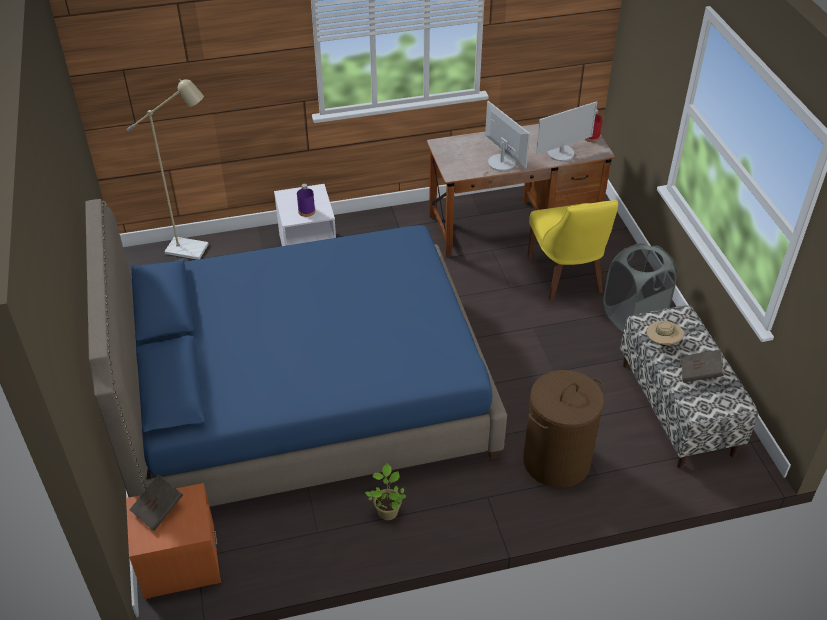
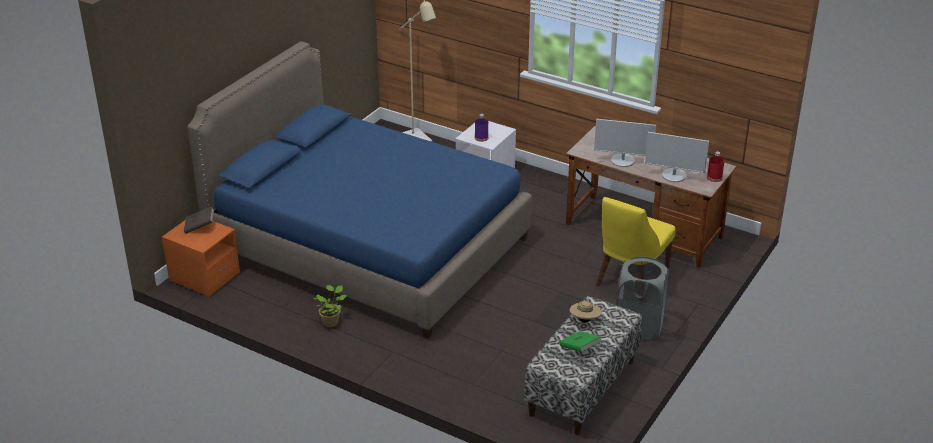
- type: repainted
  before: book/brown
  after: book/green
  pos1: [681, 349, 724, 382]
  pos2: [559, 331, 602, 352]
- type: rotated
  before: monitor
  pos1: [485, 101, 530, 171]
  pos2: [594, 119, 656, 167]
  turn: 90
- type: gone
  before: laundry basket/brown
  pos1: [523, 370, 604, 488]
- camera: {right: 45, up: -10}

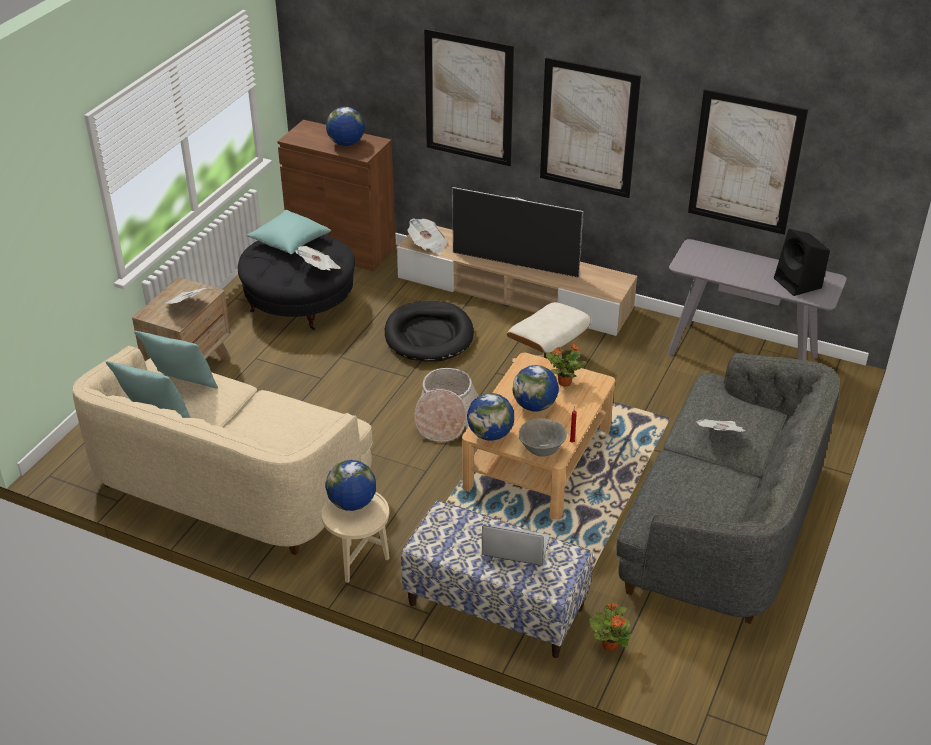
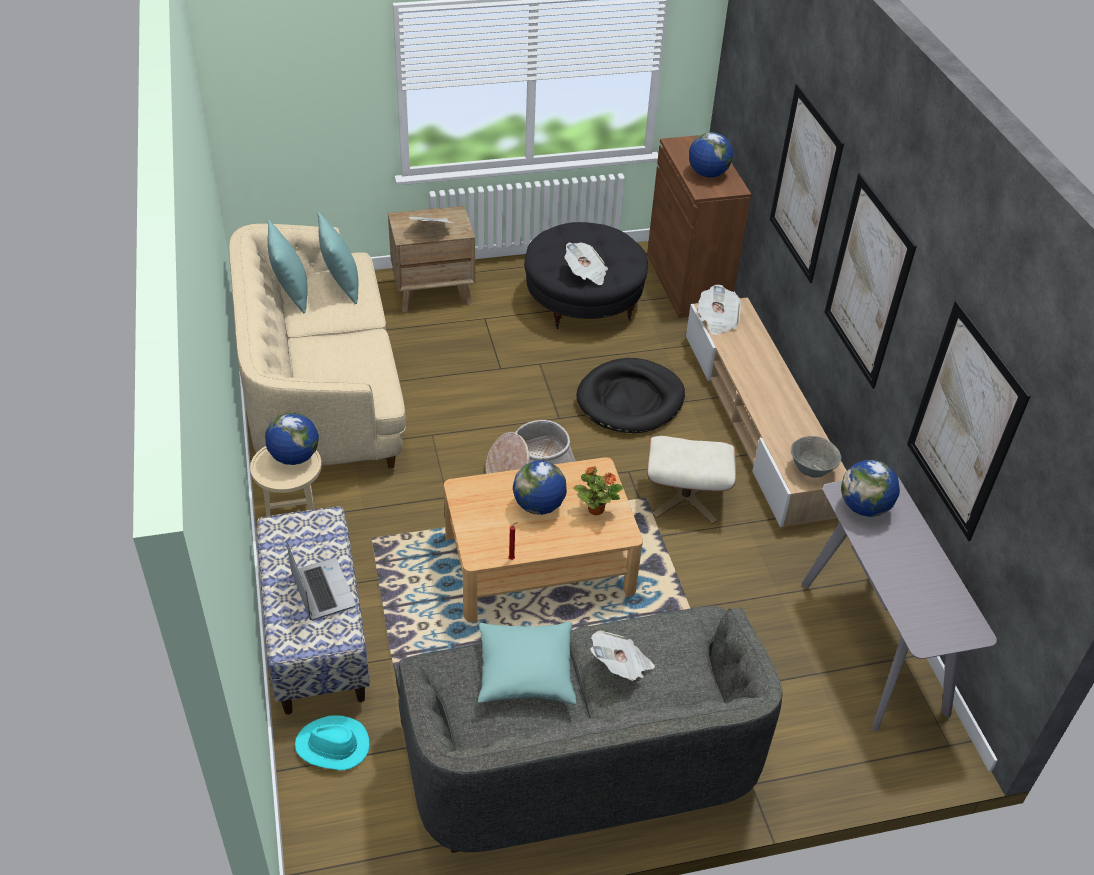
- type: swapped
  before: potted plant
  after: hat/turquoise
  pos1: [589, 603, 632, 651]
  pos2: [295, 715, 370, 770]
- type: shifted
  before: pillow/turquoise
  pos1: [246, 210, 331, 254]
  pos2: [478, 622, 577, 705]
- type: shifted
  before: bowl/grey
  pos1: [519, 418, 567, 457]
  pos2: [791, 436, 841, 478]
- type: shifted
  before: globe
  pos1: [467, 393, 514, 441]
  pos2: [841, 460, 900, 517]
- type: gone
  before: television
  pos1: [452, 187, 583, 277]
- type: gone
  before: speaker/black
  pos1: [774, 229, 830, 296]
- camera: {right: 50, up: 5}

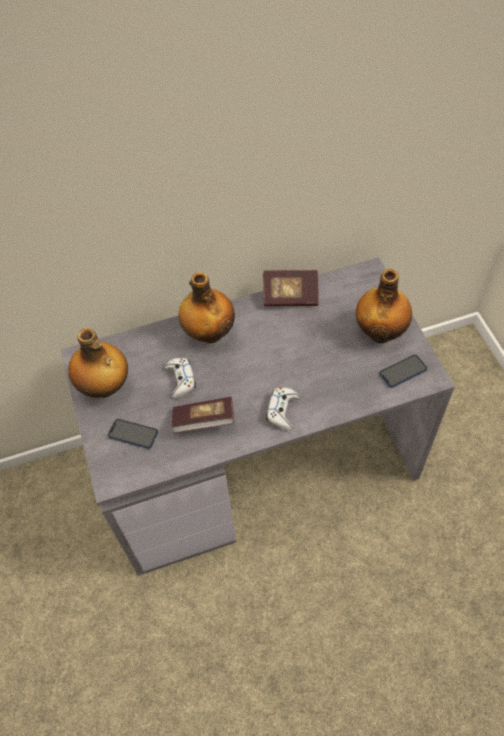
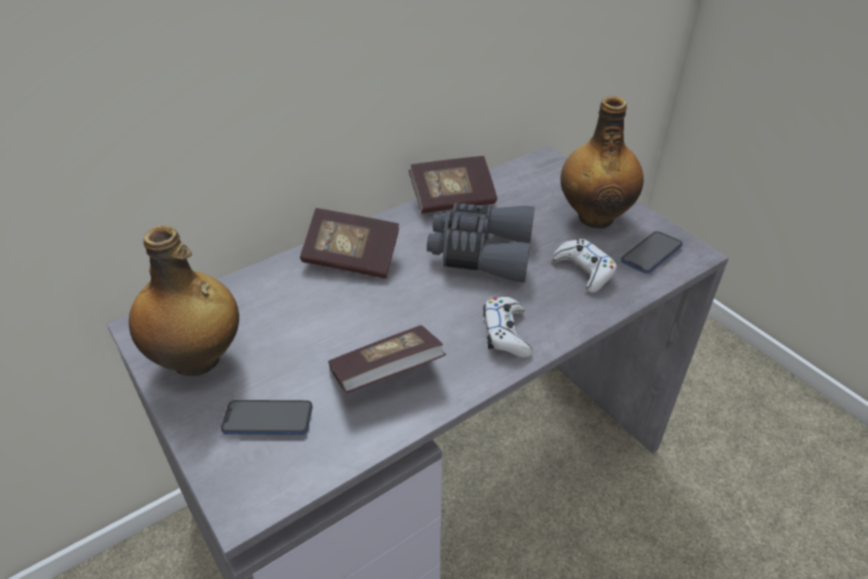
- type: swapped
  before: bottle
  after: book
  pos1: [179, 272, 235, 343]
  pos2: [300, 208, 399, 278]
- type: new
  after: binoculars/grey
  pos2: [427, 203, 535, 283]
- type: shifted
  before: game controller/white
  pos1: [165, 358, 196, 399]
  pos2: [552, 239, 617, 293]
- camera: {right: -20, up: -15}

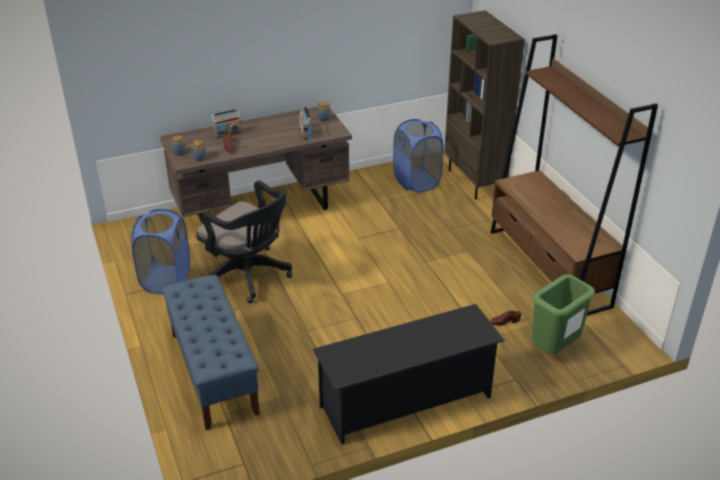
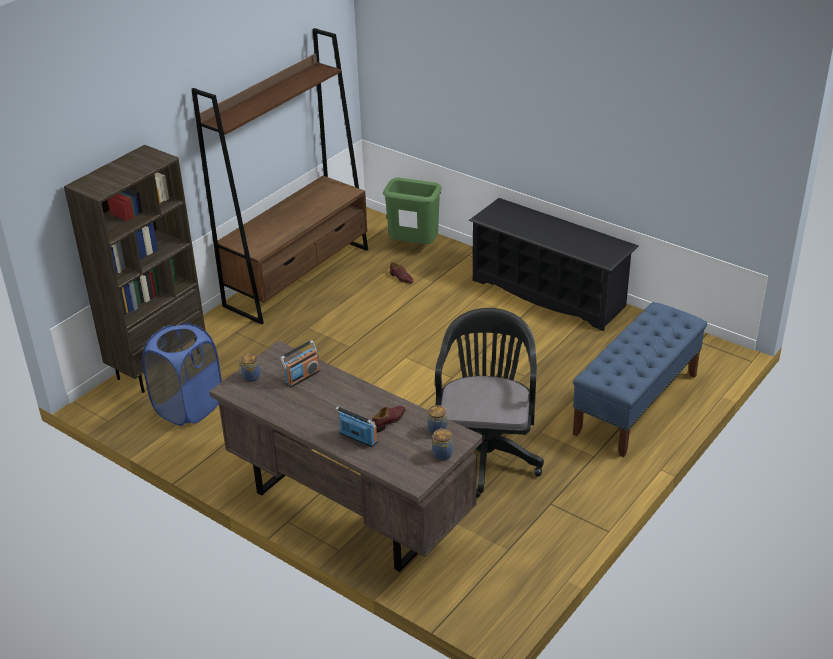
- type: gone
  before: laundry basket/blue
  pos1: [132, 209, 190, 294]
- camera: {right: -120, up: 0}

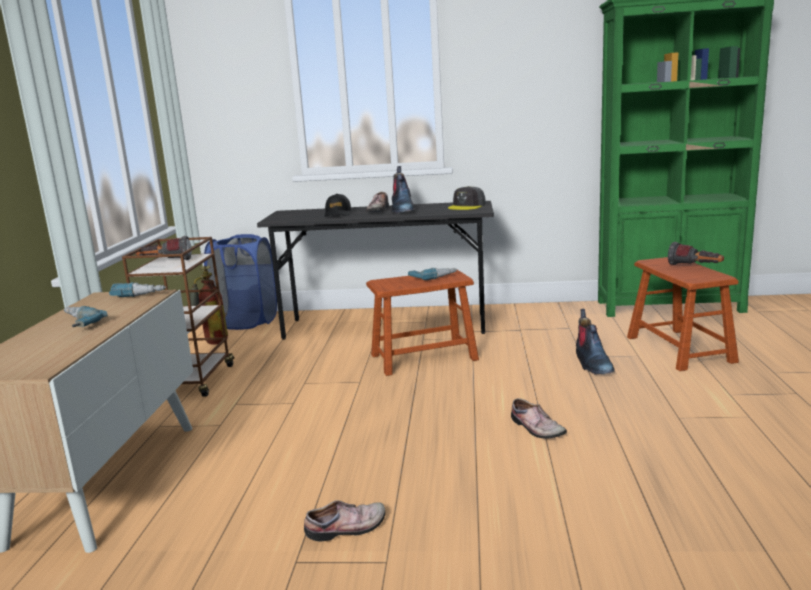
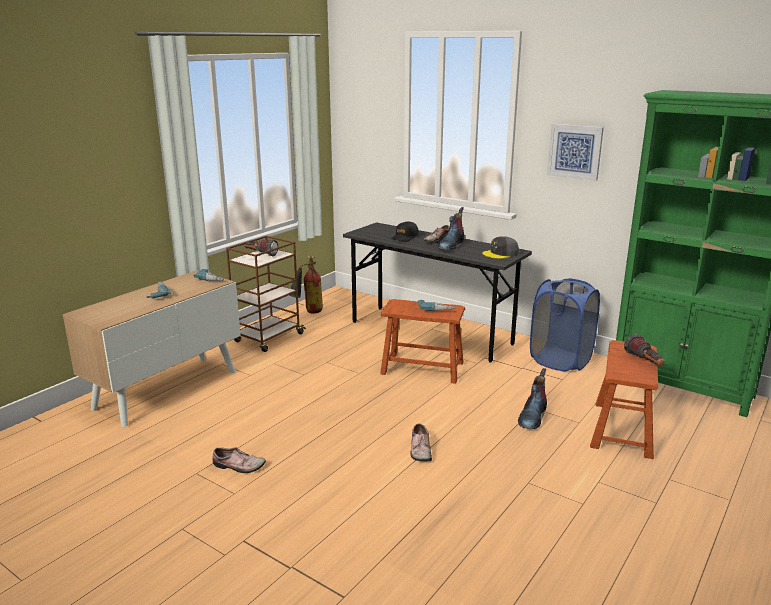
- type: shifted
  before: laundry basket/blue
  pos1: [204, 234, 277, 330]
  pos2: [530, 278, 600, 371]
- type: new
  after: picture
  pos2: [547, 124, 604, 181]
- camera: {right: 30, up: 5}

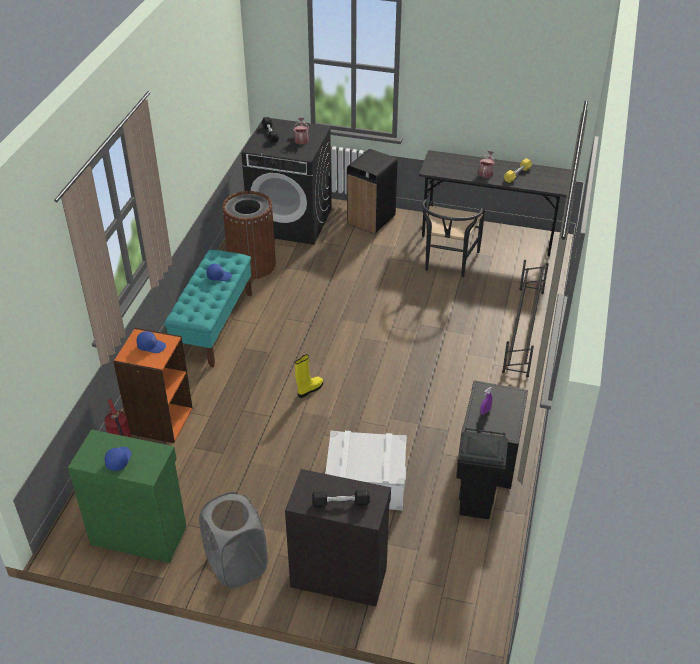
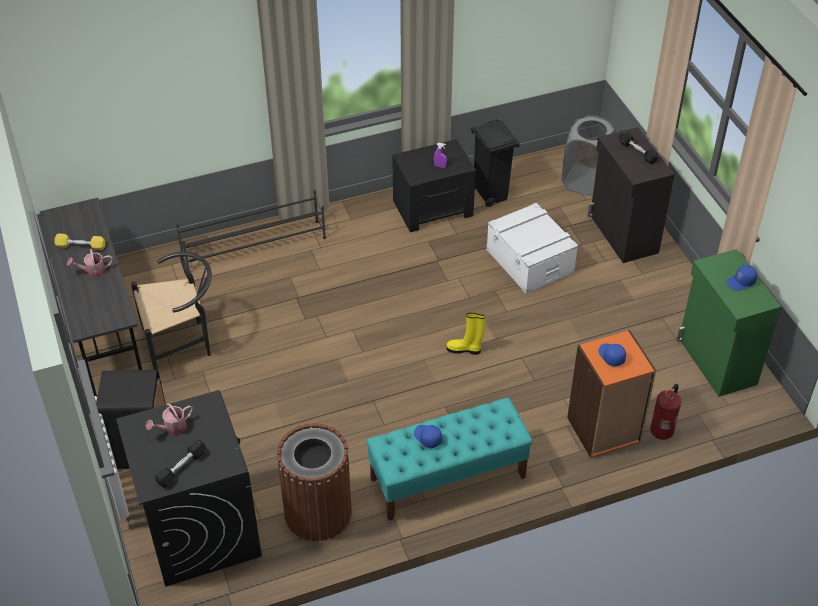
- type: shifted
  before: laundry basket/grey
  pos1: [199, 492, 268, 589]
  pos2: [562, 115, 616, 196]
- camera: {right: -125, up: 5}

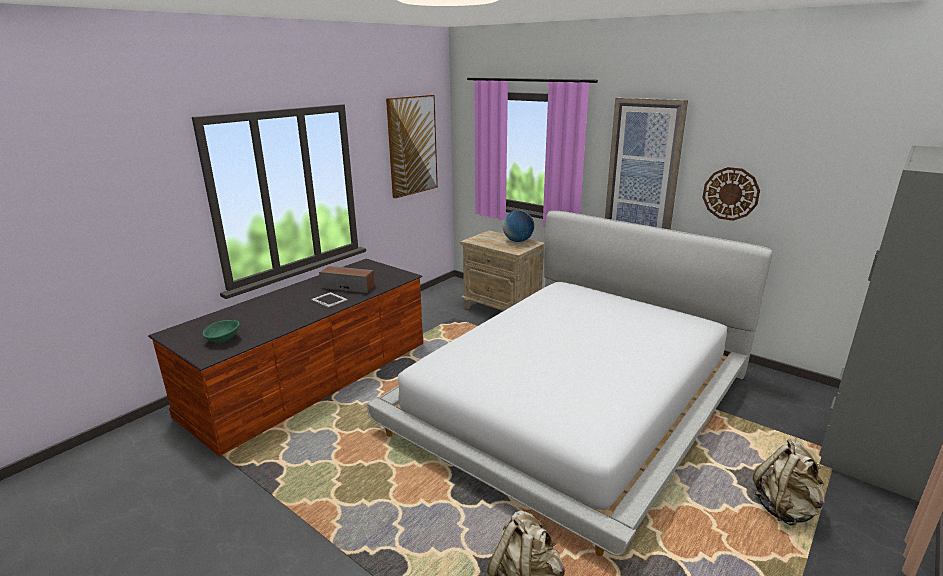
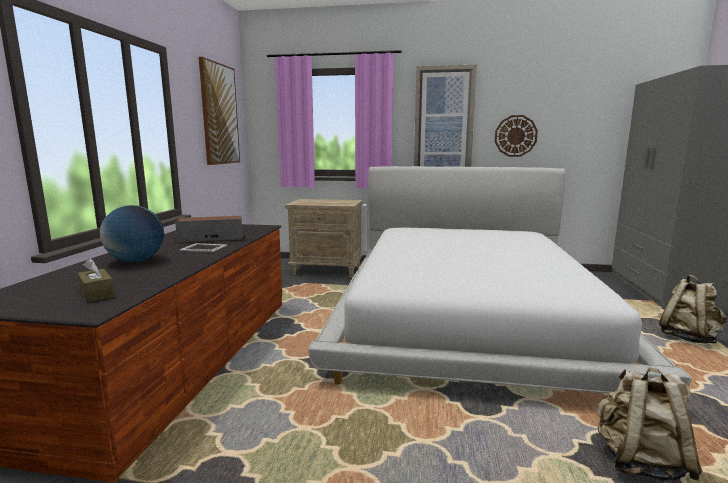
- type: swapped
  before: bowl/green
  after: tissue box/brown
  pos1: [203, 320, 240, 343]
  pos2: [78, 258, 115, 302]
- type: shifted
  before: globe
  pos1: [503, 210, 534, 242]
  pos2: [100, 205, 164, 262]
- camera: {right: -30, up: -10}

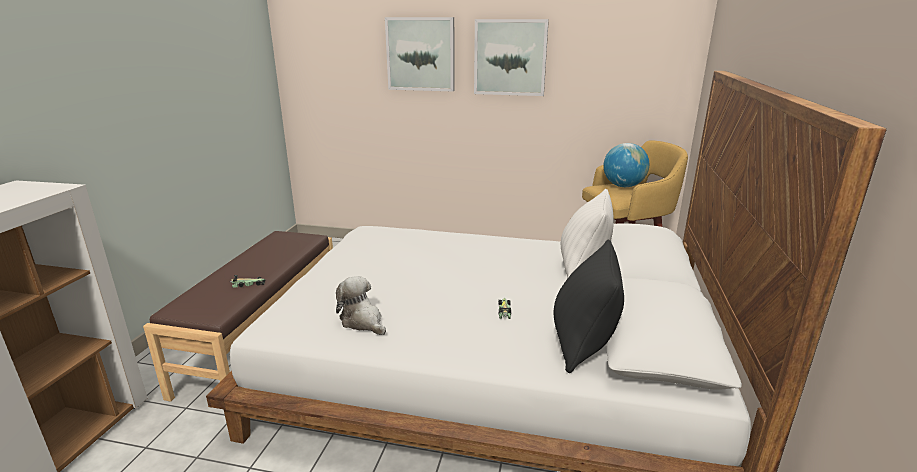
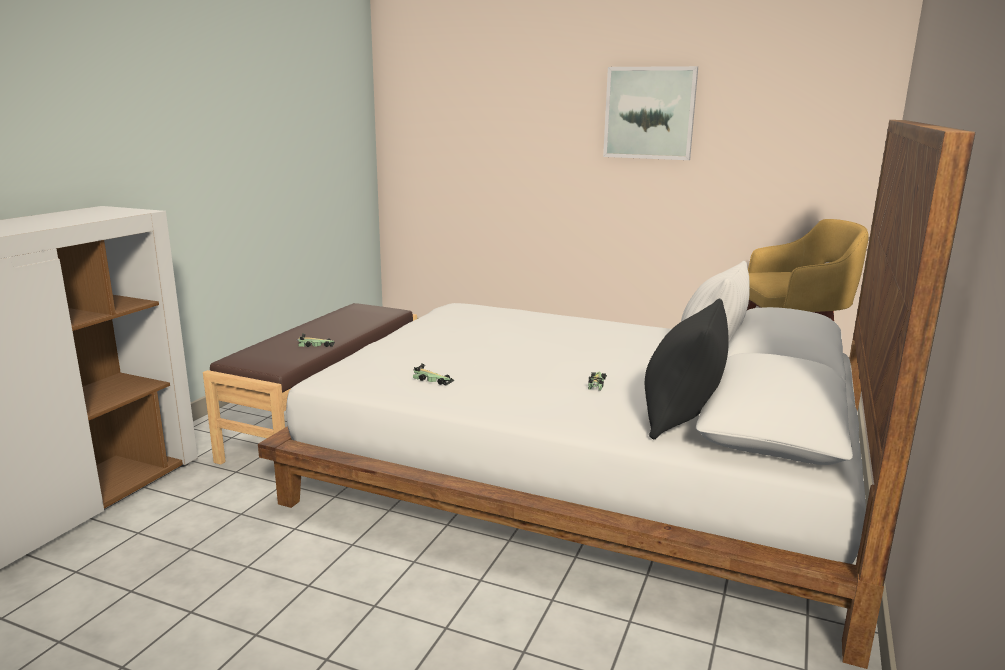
- type: swapped
  before: plush toy
  after: toy car
  pos1: [336, 276, 386, 335]
  pos2: [413, 363, 455, 386]
- type: gone
  before: picture
  pos1: [385, 17, 455, 91]
- type: gone
  before: globe
  pos1: [603, 143, 649, 187]
- camera: {right: 10, up: -5}

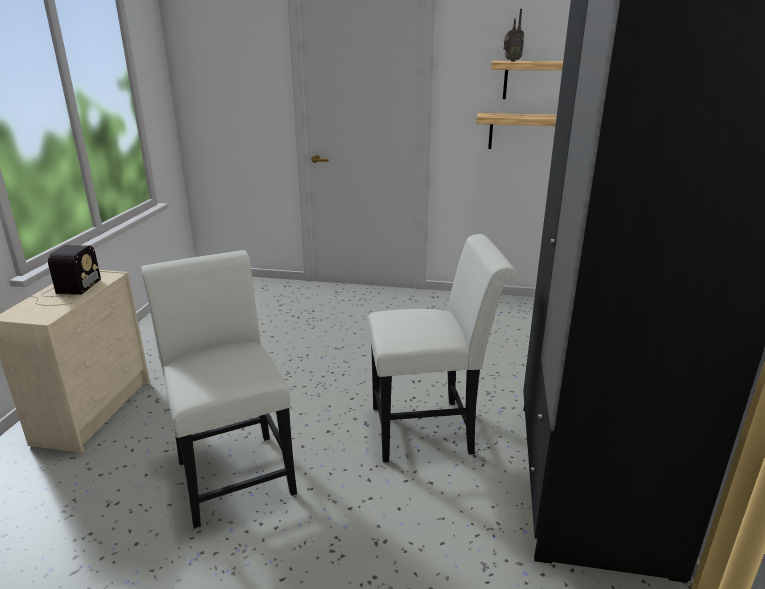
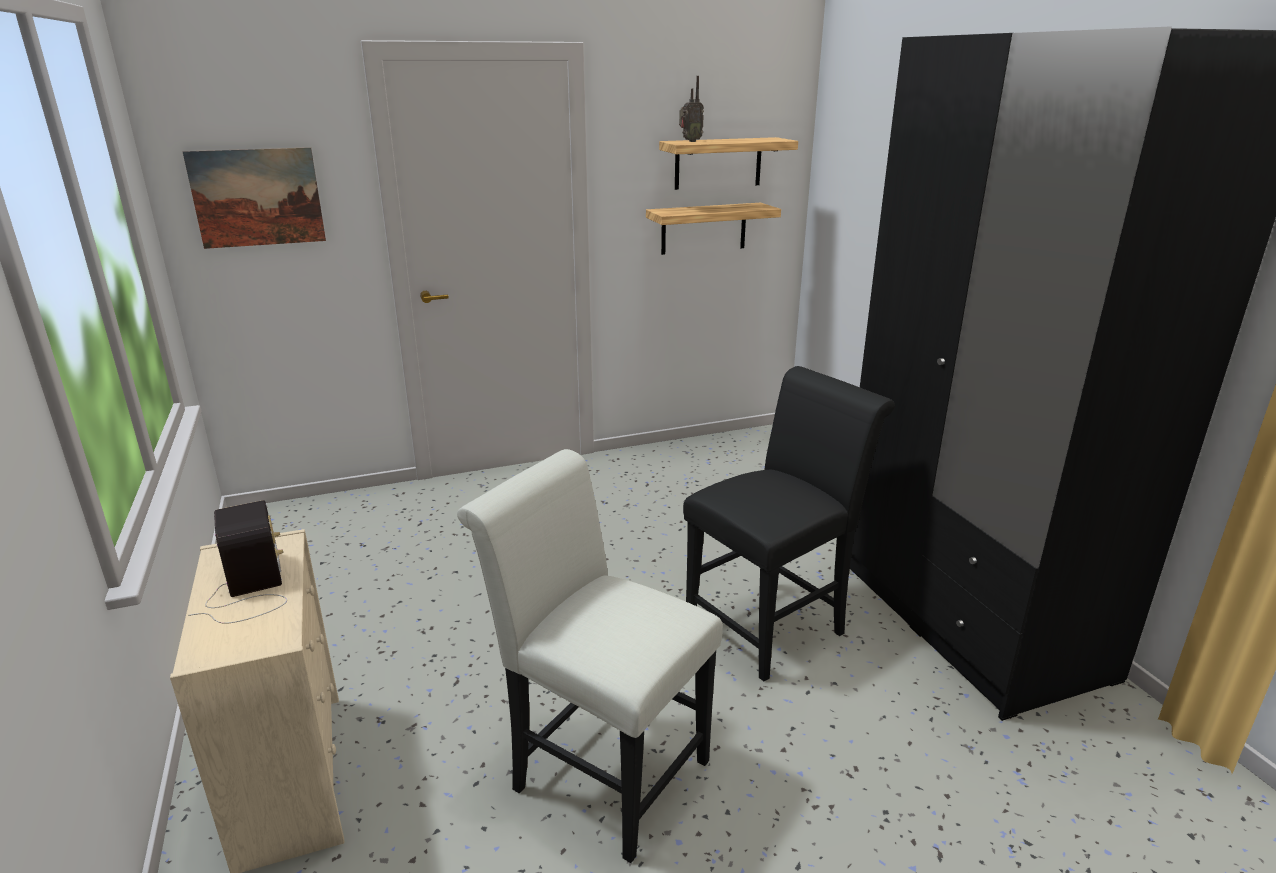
- type: new
  after: picture
  pos2: [183, 147, 326, 249]
- type: repainted
  before: chair/white
  after: chair/black
  pos1: [367, 234, 517, 462]
  pos2: [683, 366, 895, 681]
- camera: {right: -30, up: 0}

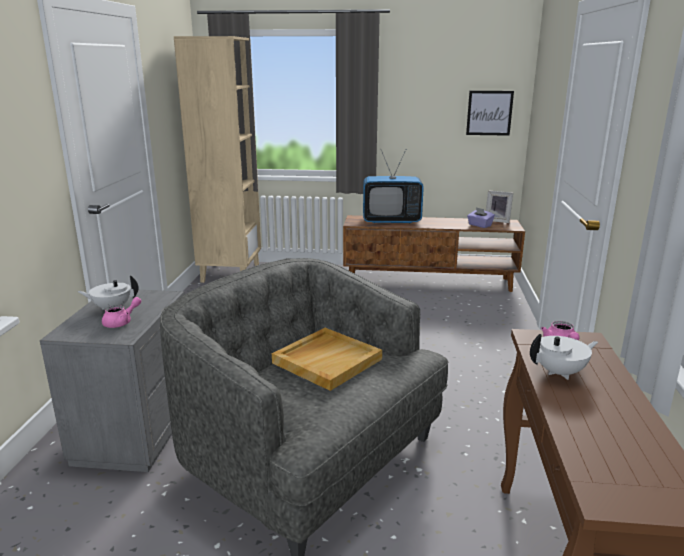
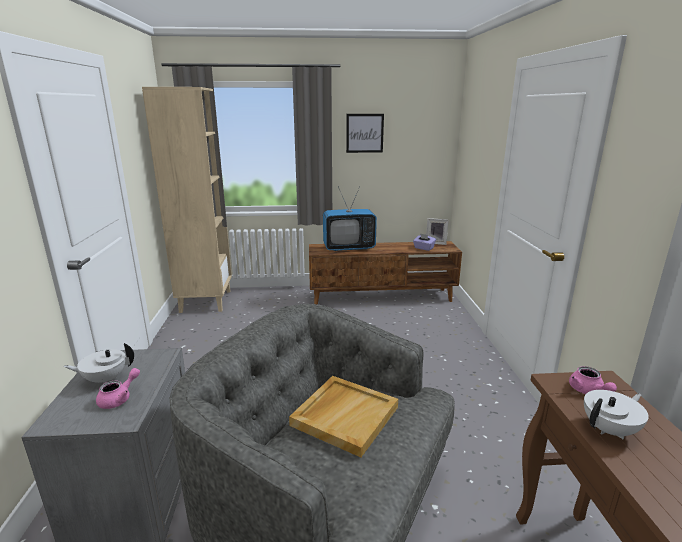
- type: shifted
  before: picture
  pos1: [466, 91, 514, 136]
  pos2: [346, 114, 384, 153]
- camera: {right: -10, up: 0}

